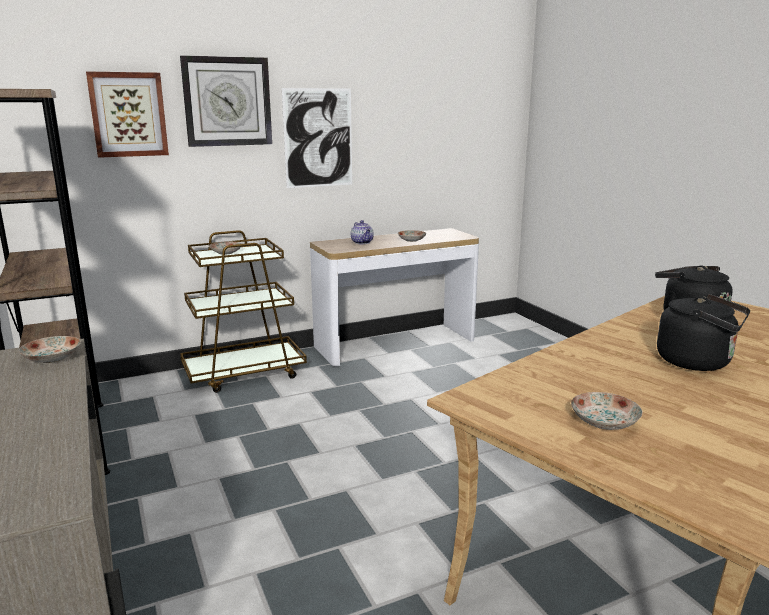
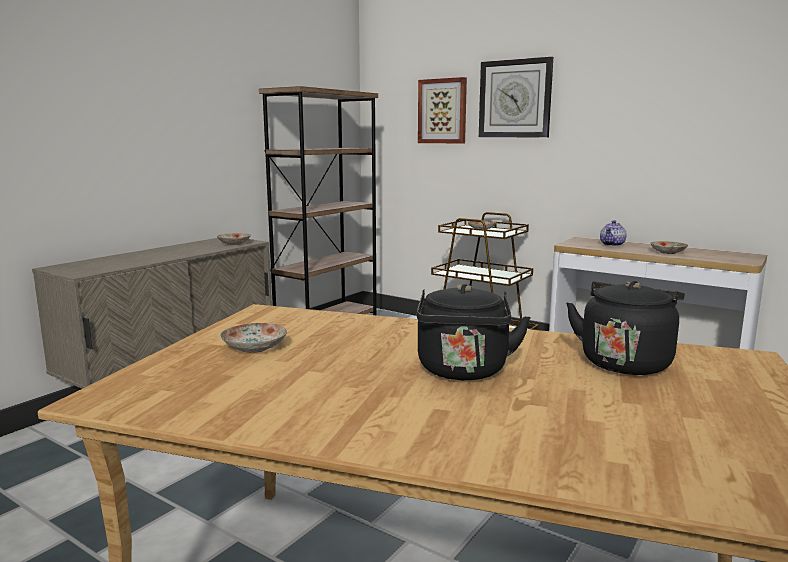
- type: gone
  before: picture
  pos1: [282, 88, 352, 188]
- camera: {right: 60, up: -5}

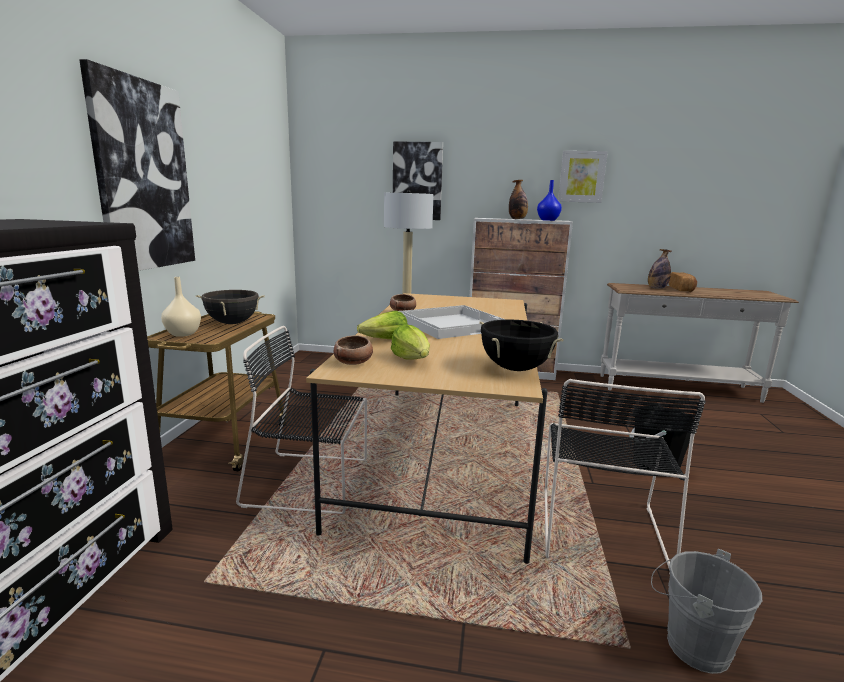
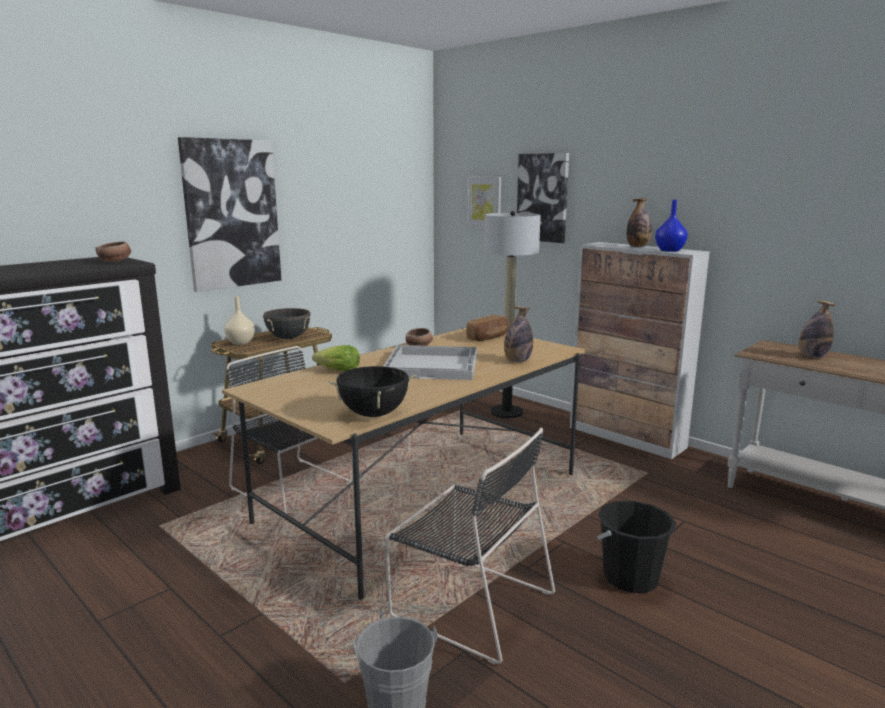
- type: shifted
  before: bowl
  pos1: [334, 335, 373, 365]
  pos2: [95, 242, 131, 262]
- type: rotated
  before: chair/black
  pos1: [545, 379, 706, 574]
  pos2: [385, 428, 555, 665]
  turn: -105
- type: shifted
  before: picture
  pos1: [558, 151, 608, 203]
  pos2: [466, 177, 501, 228]
- type: shifted
  before: bread
  pos1: [669, 272, 697, 292]
  pos2: [466, 315, 509, 342]
- type: new
  after: bottle
  pos2: [504, 306, 533, 362]
- type: gone
  before: lettuce
  pos1: [391, 324, 430, 360]
- camera: {right: 35, up: 0}

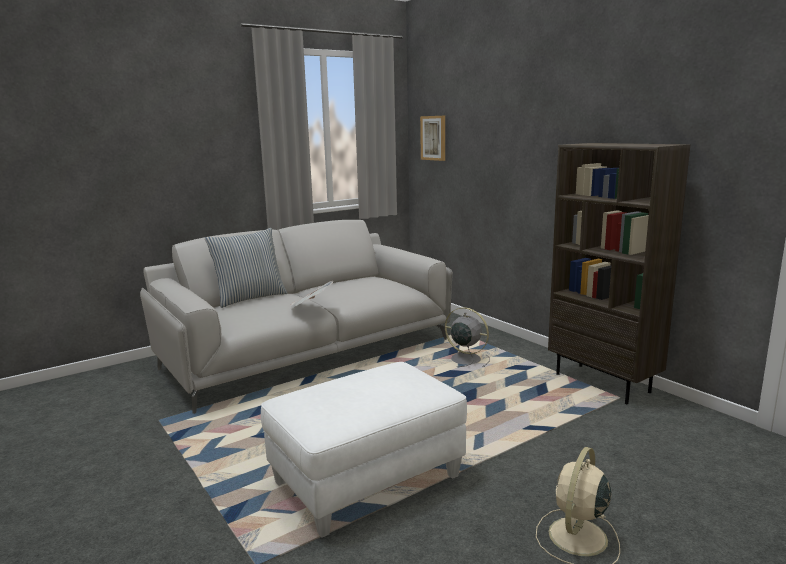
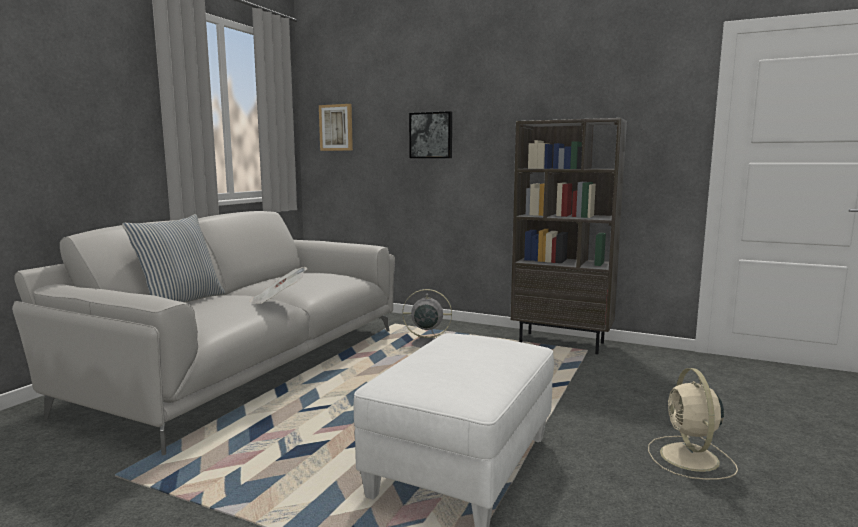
- type: new
  after: picture
  pos2: [409, 111, 452, 158]
- camera: {right: -30, up: -5}

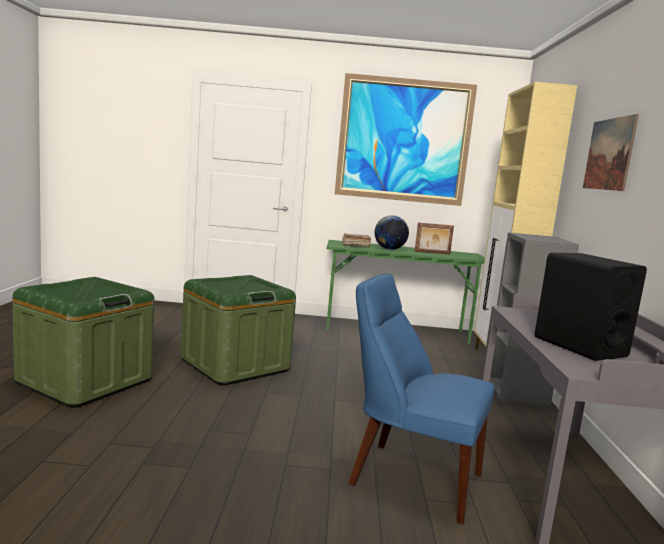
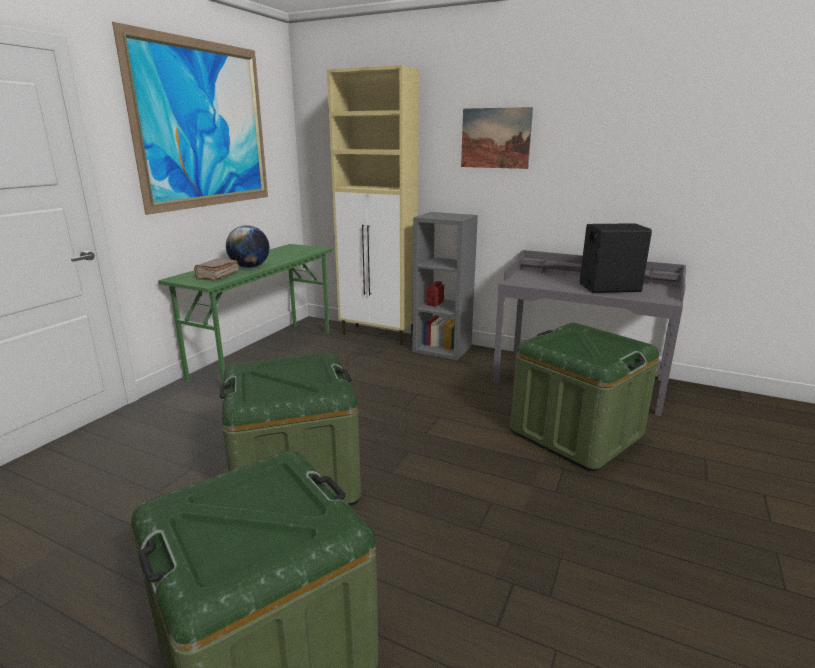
- type: swapped
  before: chair/blue
  after: storage box/green
  pos1: [348, 274, 494, 524]
  pos2: [510, 323, 659, 471]
- type: gone
  before: picture frame
  pos1: [415, 223, 454, 254]
- camera: {right: -65, up: 10}

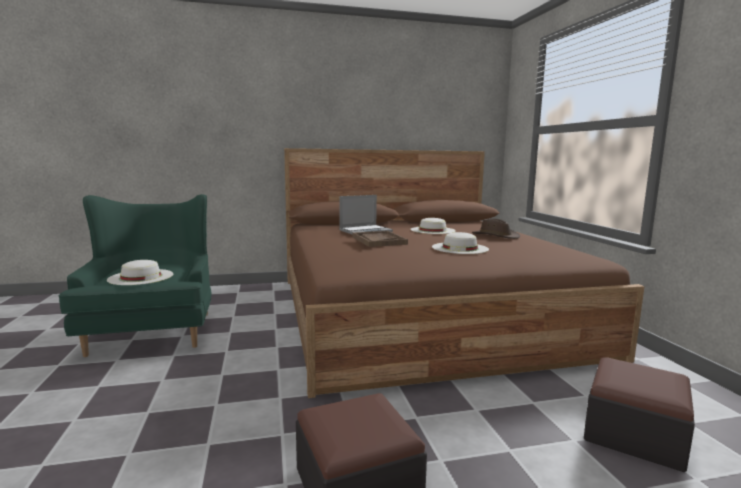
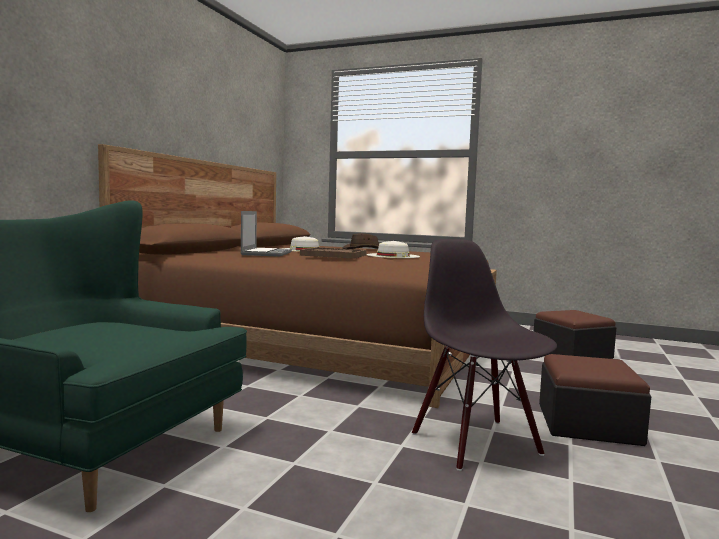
- type: new
  after: chair/black
  pos2: [412, 239, 557, 471]
- type: gone
  before: hat/white
  pos1: [107, 260, 173, 285]
- camera: {right: -55, up: -5}

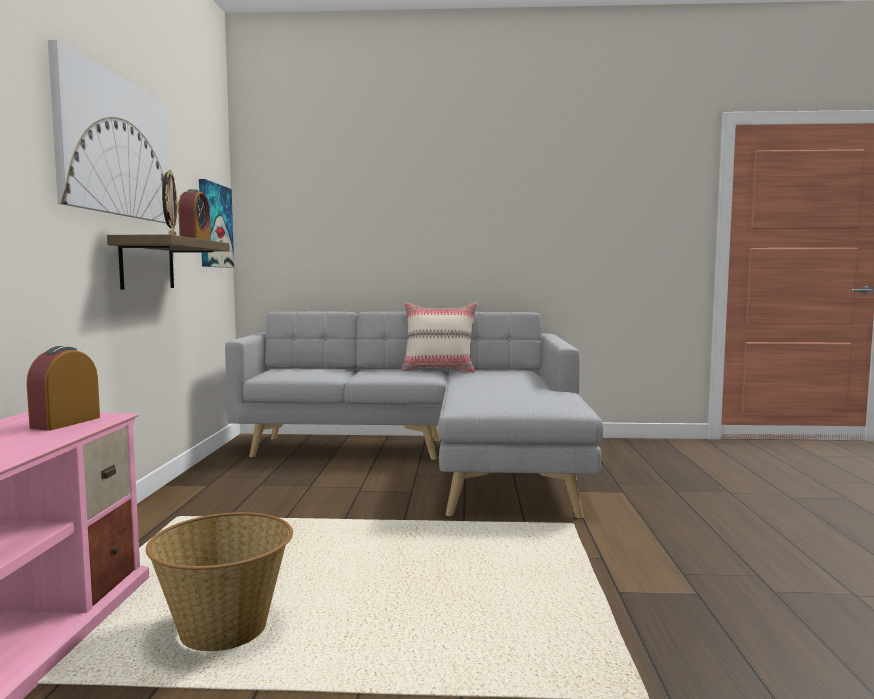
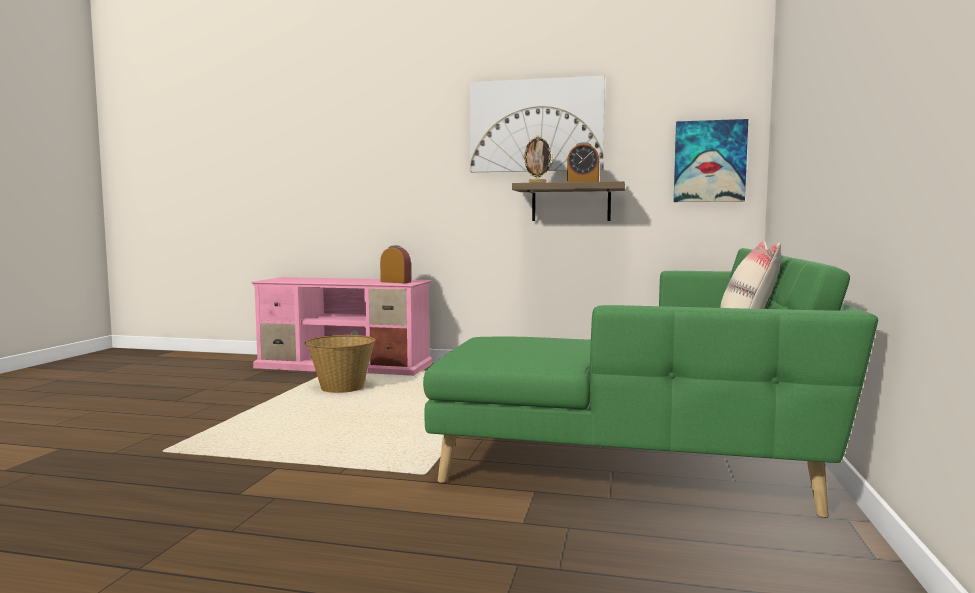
- type: repainted
  before: sofa/grey
  after: sofa/green
  pos1: [225, 311, 603, 519]
  pos2: [423, 248, 878, 518]
- camera: {right: 100, up: 0}

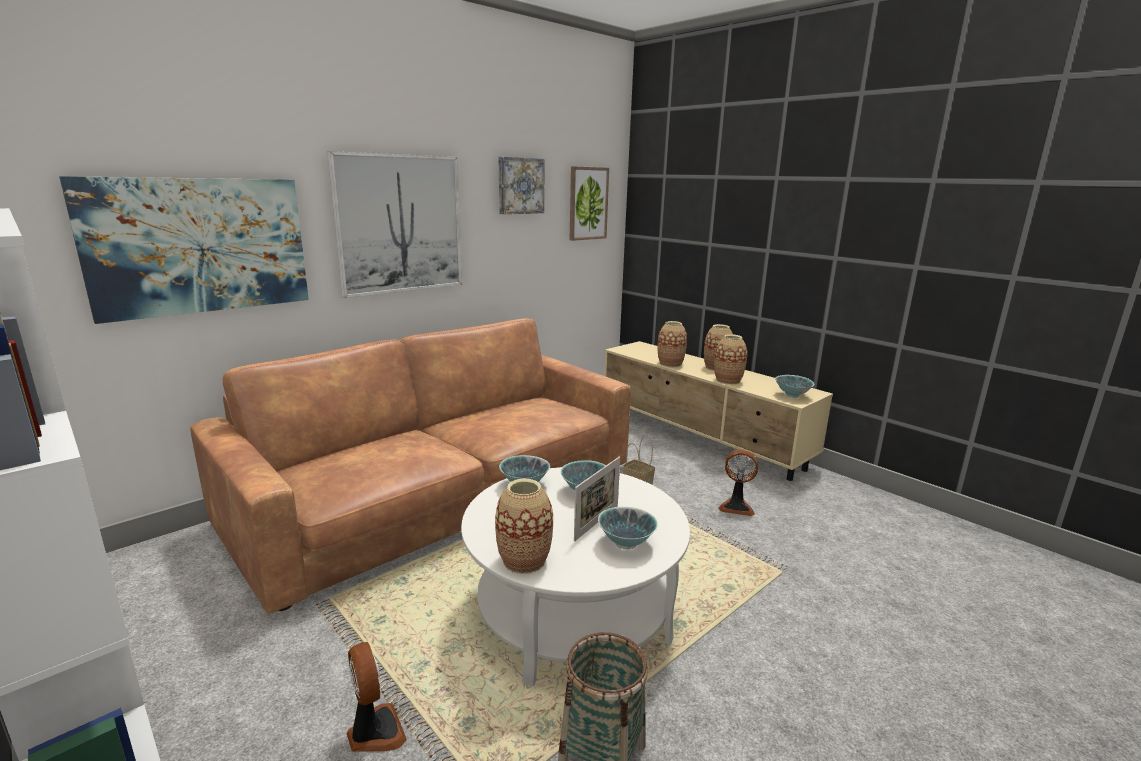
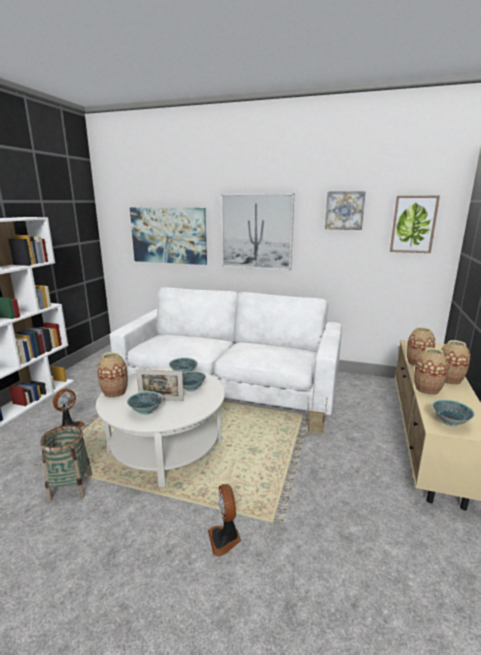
- type: repainted
  before: sofa/brown
  after: sofa/white
  pos1: [190, 318, 631, 614]
  pos2: [110, 287, 342, 415]
- type: shifted
  before: fan
  pos1: [718, 450, 758, 516]
  pos2: [208, 484, 241, 557]
- camera: {right: 60, up: 0}

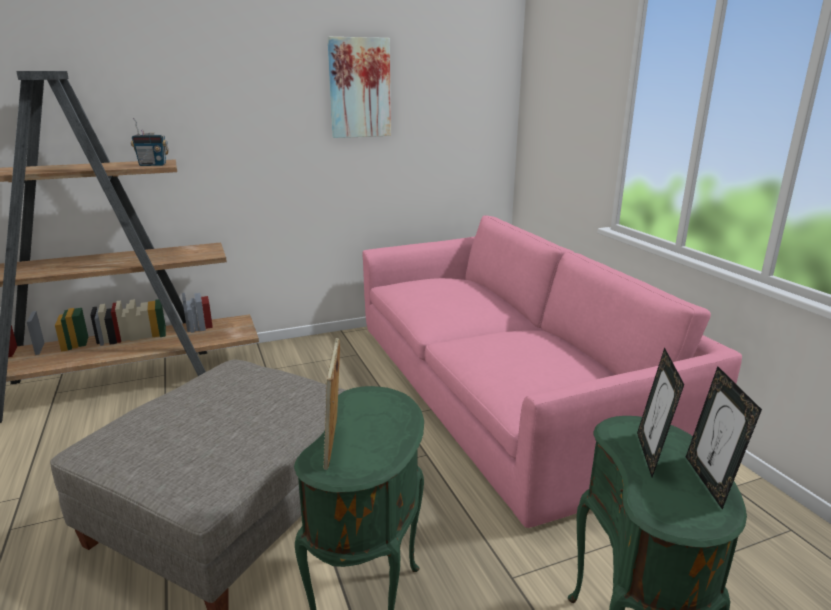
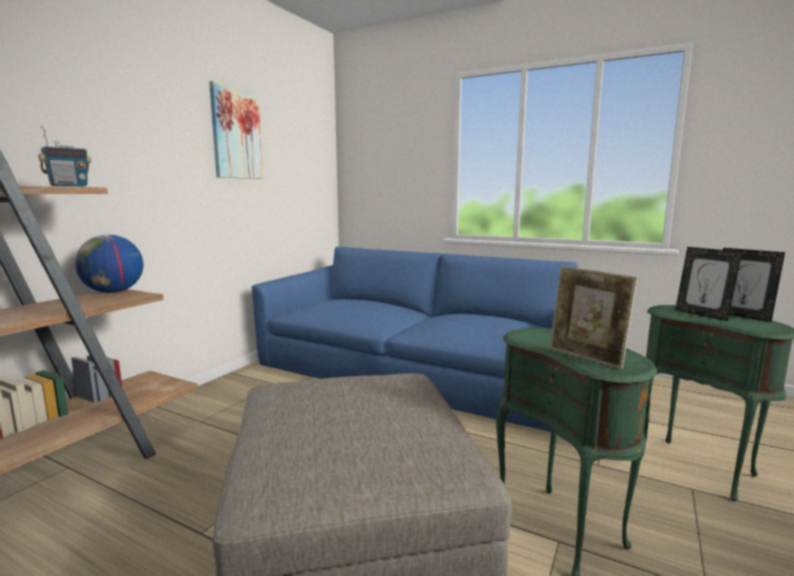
- type: new
  after: globe
  pos2: [75, 235, 143, 293]
- type: repainted
  before: sofa/pink
  after: sofa/blue
  pos1: [363, 215, 742, 528]
  pos2: [252, 247, 578, 432]
- camera: {right: -40, up: -10}

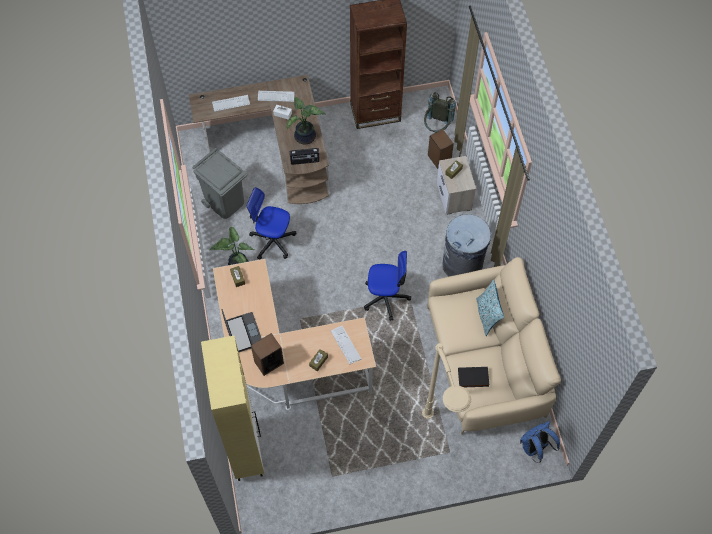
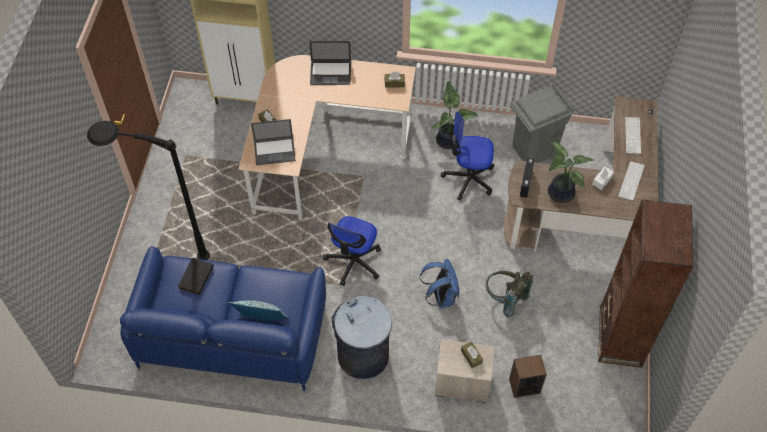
- type: repainted
  before: floor lamp/beige
  after: floor lamp/black
  pos1: [422, 343, 471, 419]
  pos2: [87, 121, 210, 260]
- type: repainted
  before: sofa/beige
  after: sofa/blue
  pos1: [427, 257, 561, 435]
  pos2: [120, 246, 326, 391]
- type: swapped
  before: keyboard
  after: laptop
  pos1: [331, 326, 361, 364]
  pos2: [251, 119, 296, 165]
- type: shifted
  before: backpack/blue
  pos1: [520, 421, 560, 463]
  pos2: [419, 259, 459, 308]
- type: rotated
  before: office chair
  pos1: [247, 187, 296, 260]
  pos2: [441, 112, 494, 201]
  turn: -120
- type: shifted
  before: backpack/grey
  pos1: [424, 92, 456, 132]
  pos2: [486, 271, 533, 318]
- type: gone
  before: speaker
  pos1: [251, 333, 284, 376]
- camera: {right: 110, up: -5}

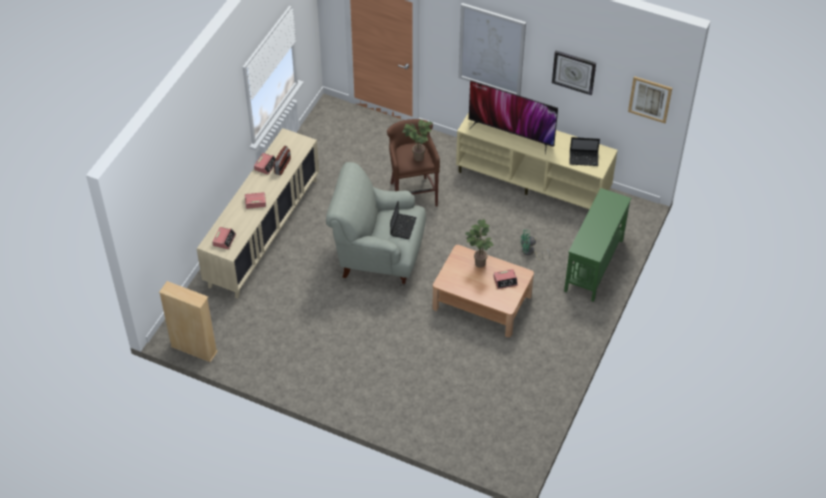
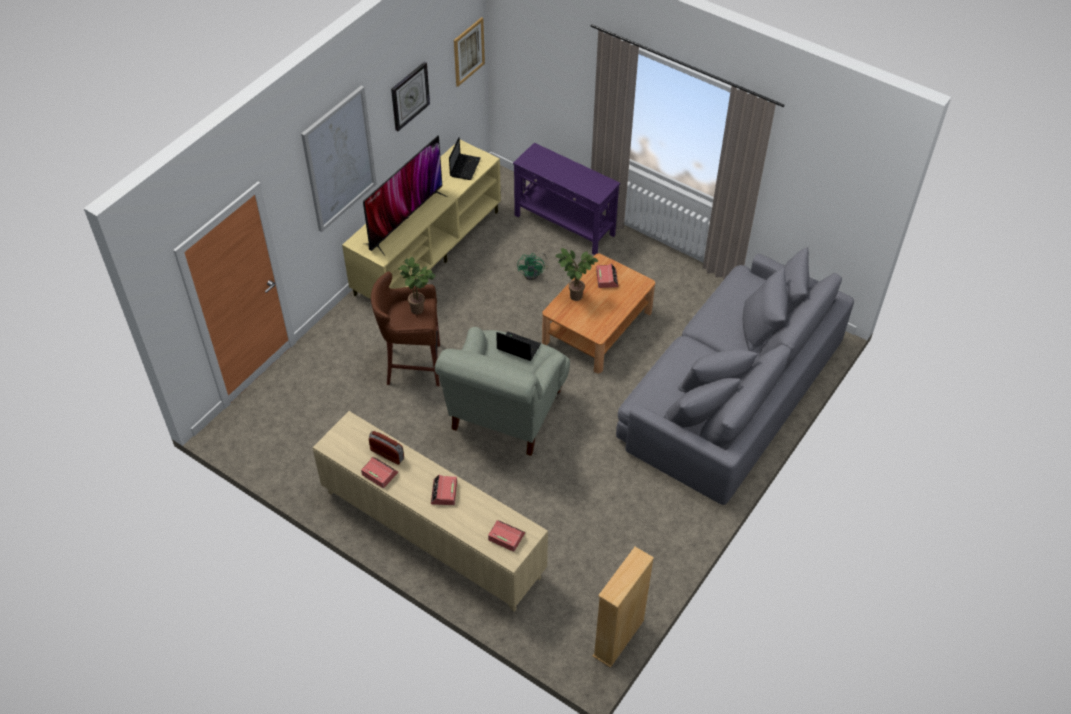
- type: repainted
  before: console table/green
  after: console table/purple
  pos1: [564, 188, 631, 302]
  pos2: [513, 143, 620, 255]
- type: new
  after: sofa/grey
  pos2: [616, 247, 854, 505]
- camera: {right: -80, up: 0}

